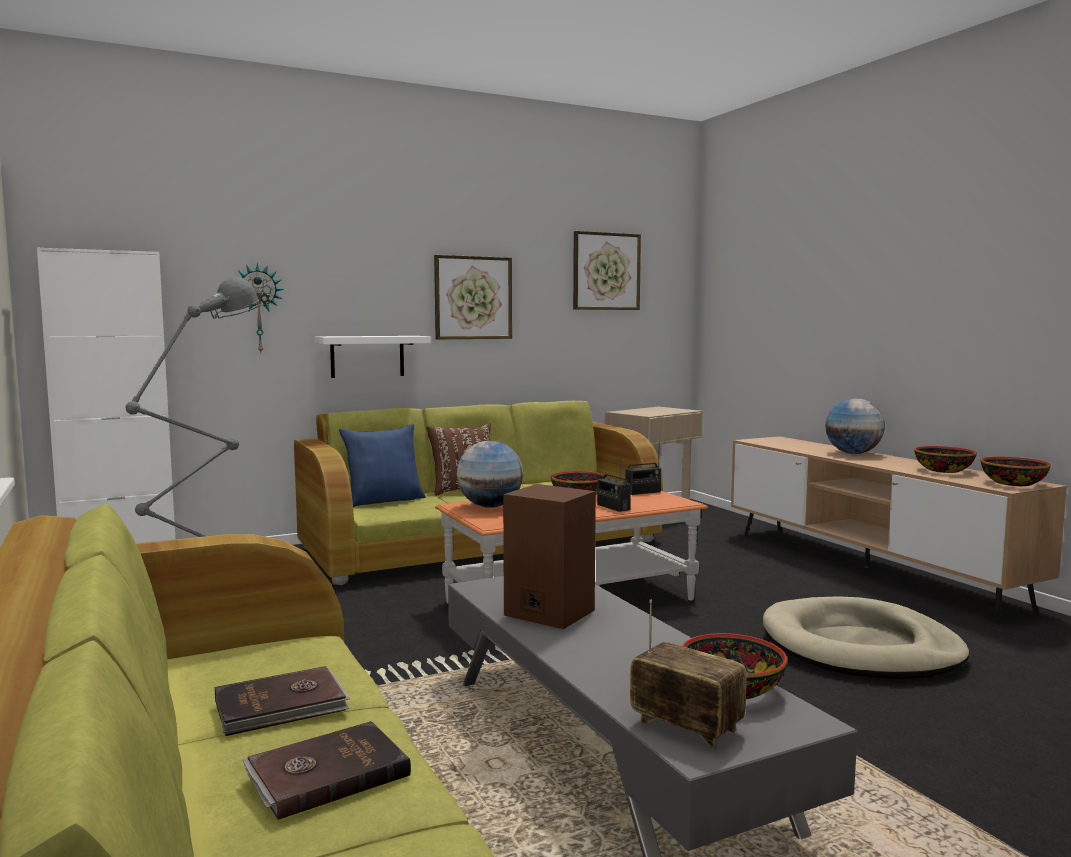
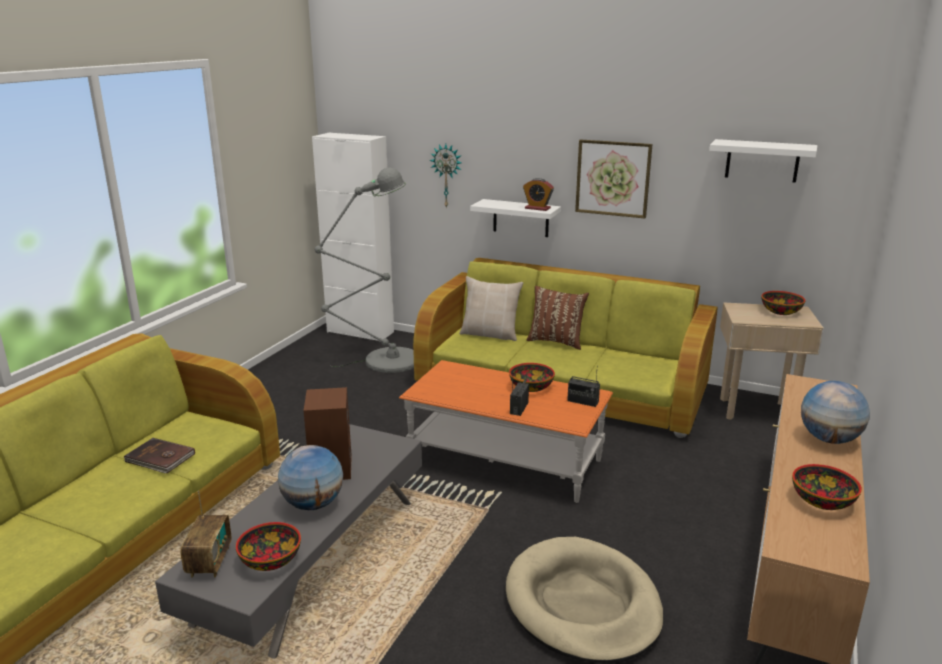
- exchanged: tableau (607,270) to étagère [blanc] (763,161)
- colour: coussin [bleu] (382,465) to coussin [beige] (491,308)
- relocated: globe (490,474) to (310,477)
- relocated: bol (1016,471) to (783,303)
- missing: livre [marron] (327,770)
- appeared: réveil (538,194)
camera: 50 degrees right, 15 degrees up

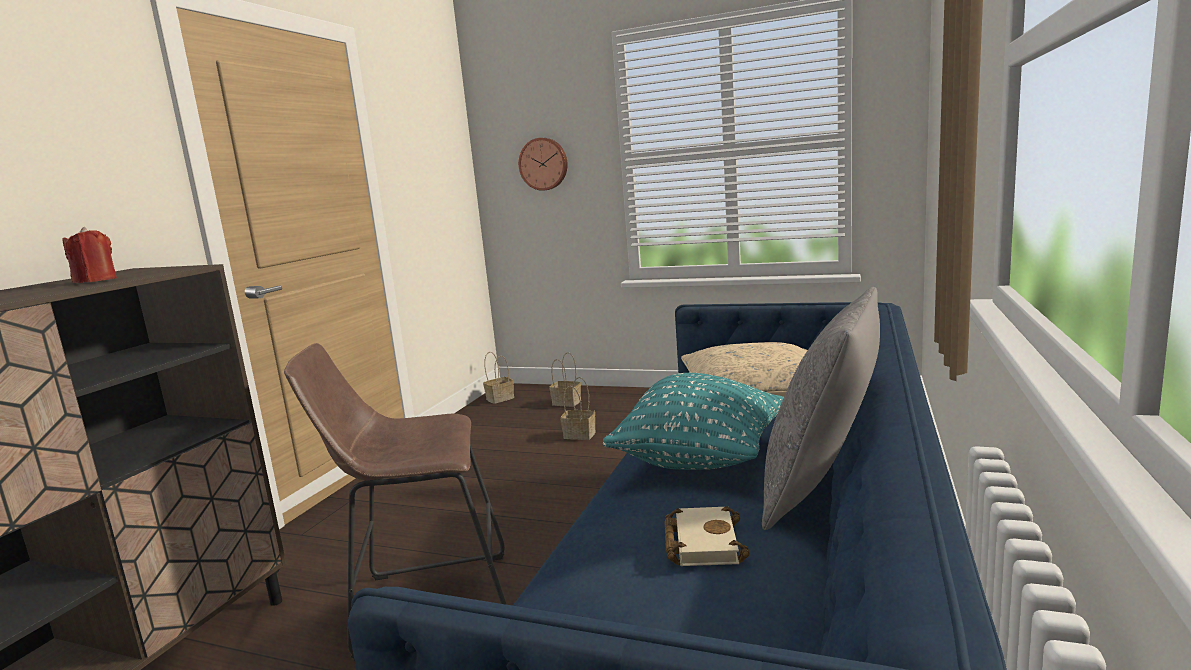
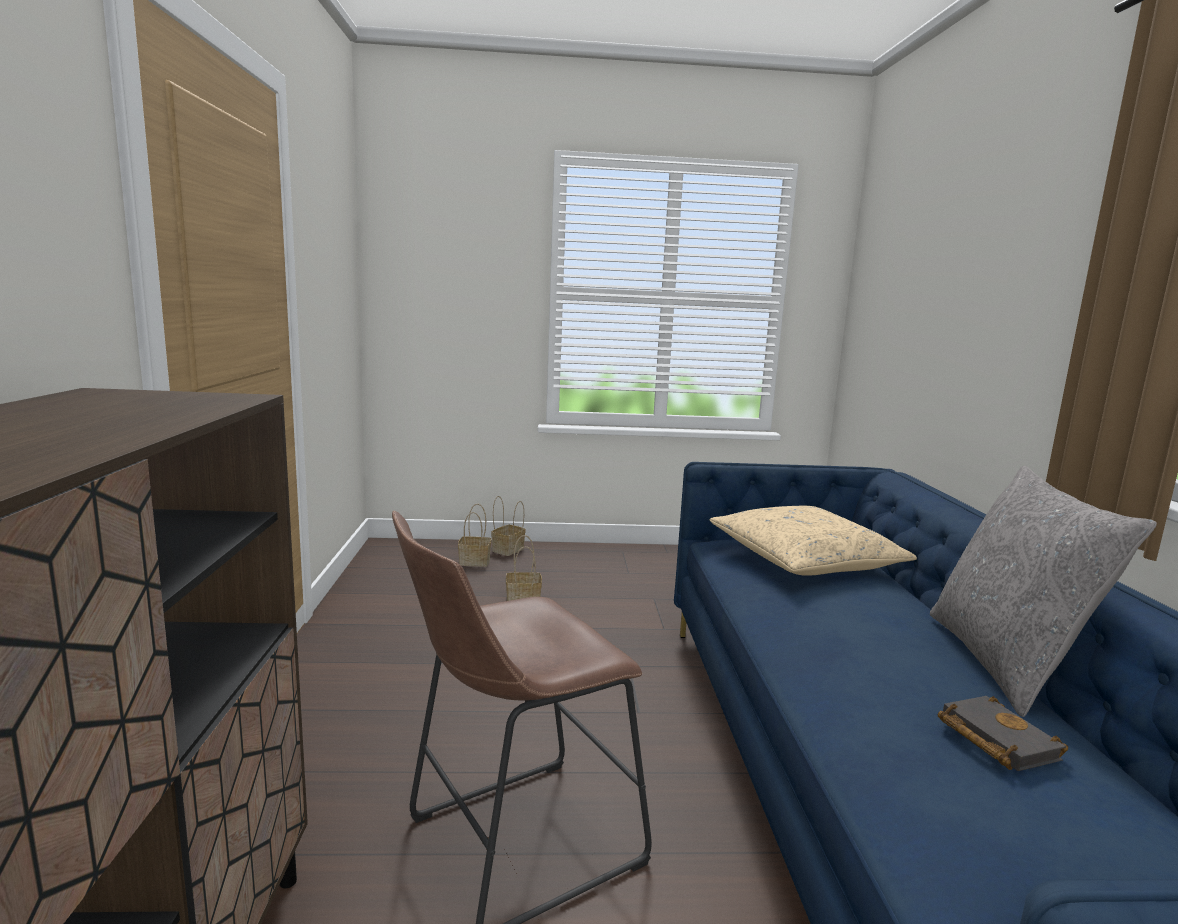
- missing: horloge murale (543,164)
- missing: bougie [rouge] (89,255)
- relocated: panier (498,378) to (508,526)
- missing: coussin [turquoise] (693,421)
- colour: livre [beige] (707,536) to livre [noir] (1003,733)
camera: 25 degrees left, 0 degrees up

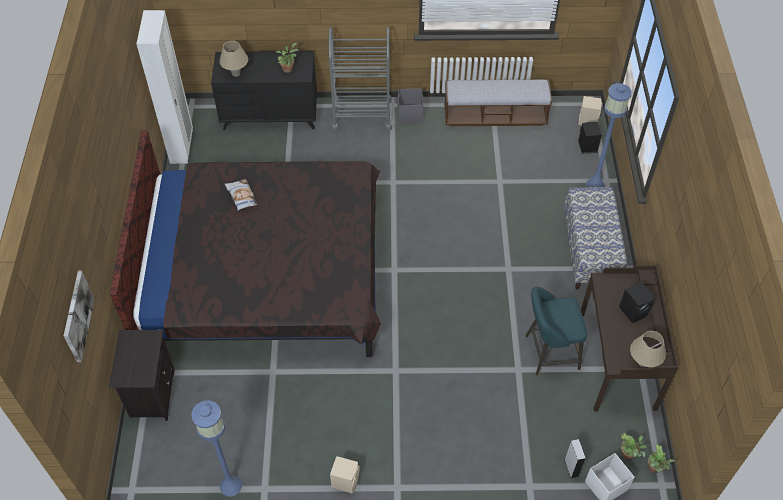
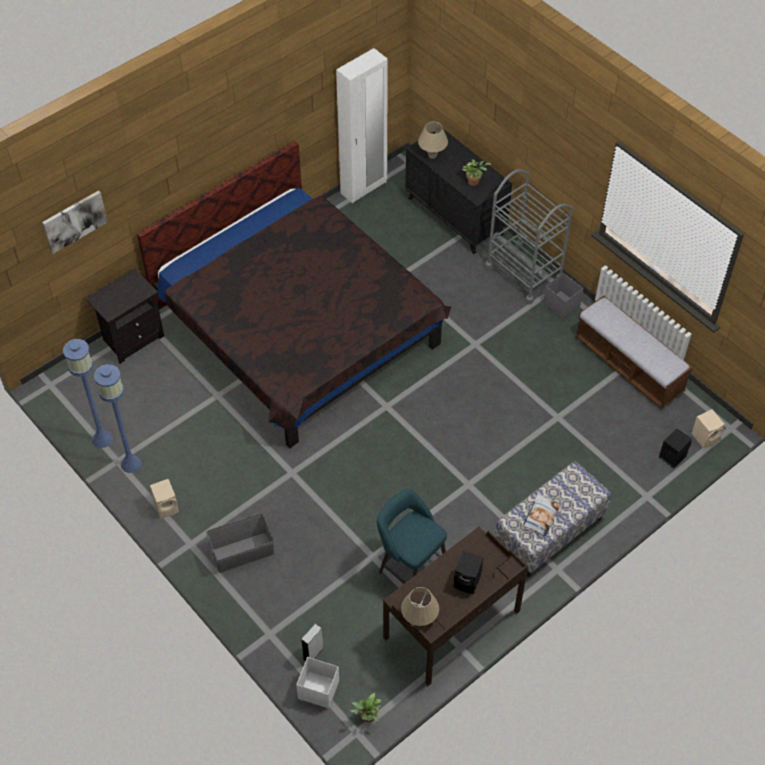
- relocated: lampadaire [bleu] (609,135) to (118,418)
- relocated: coussin (241,195) to (541,514)
- missing: plante en pot (633,446)
- appeared: boîte de rangement [gris] (240,543)
camera: 50 degrees right, 0 degrees up

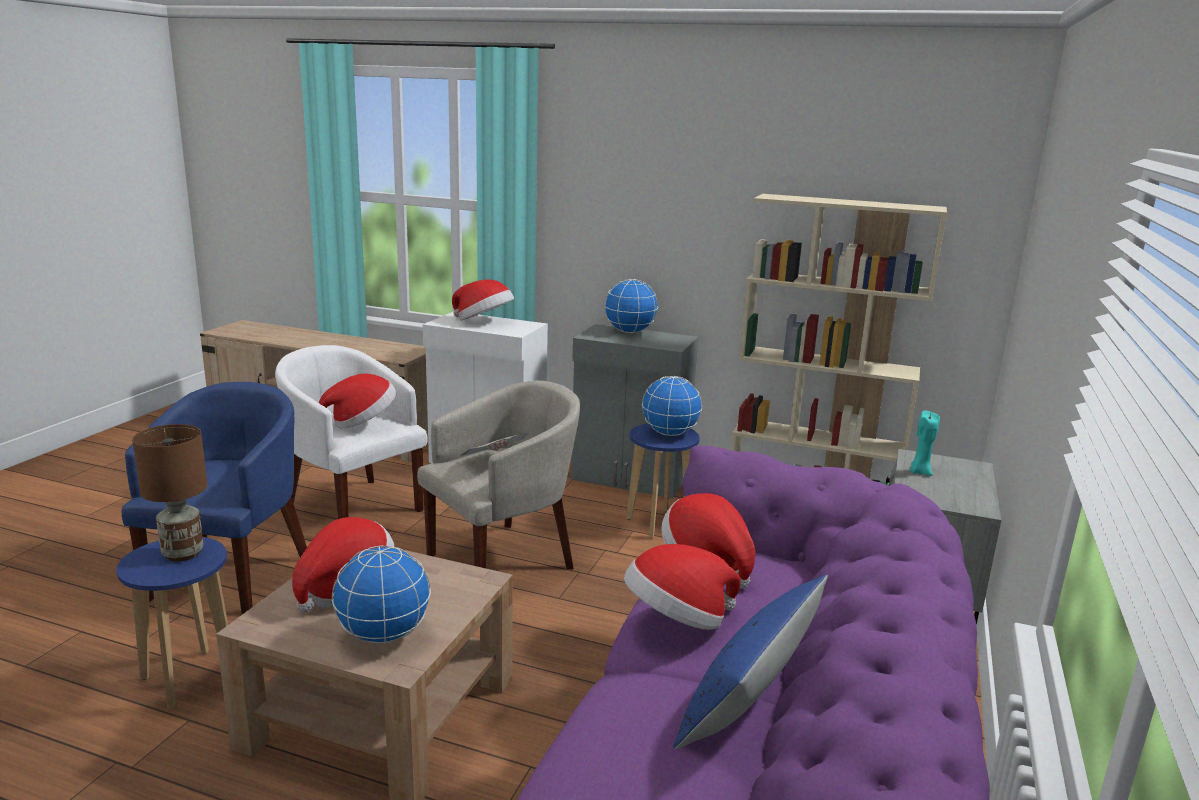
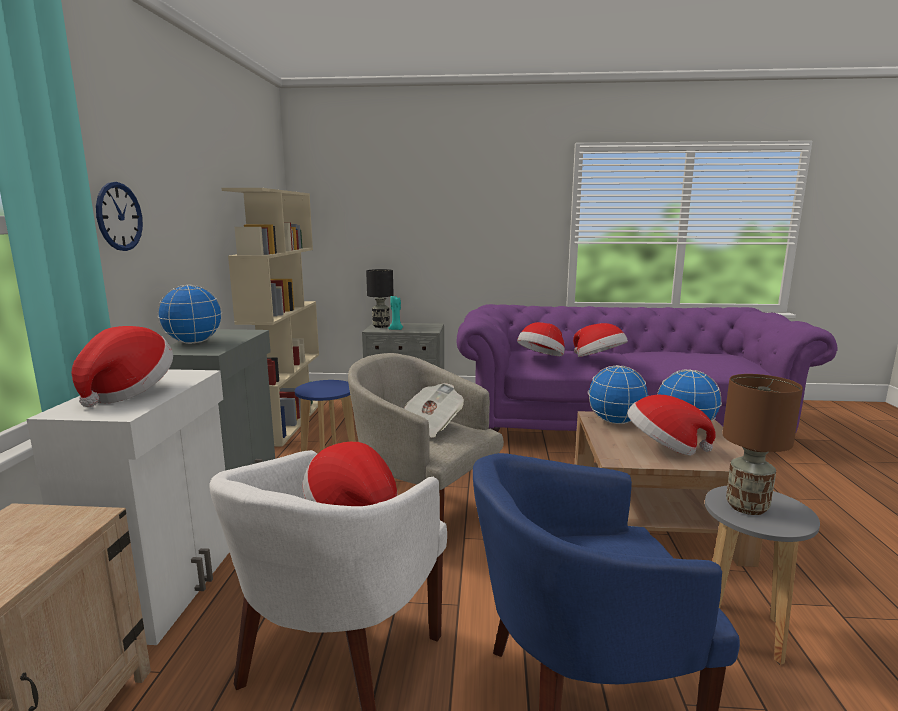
- relocated: globe (672,406) to (618,394)
- colour: tabouret [bleu] (172,623) to tabouret [gris] (762,575)
- missing: coussin [bleu] (750,662)
- appeared: horloge murale (119,216)
- appeared: lampe de table [noir] (380,298)
camera: 105 degrees left, 5 degrees down

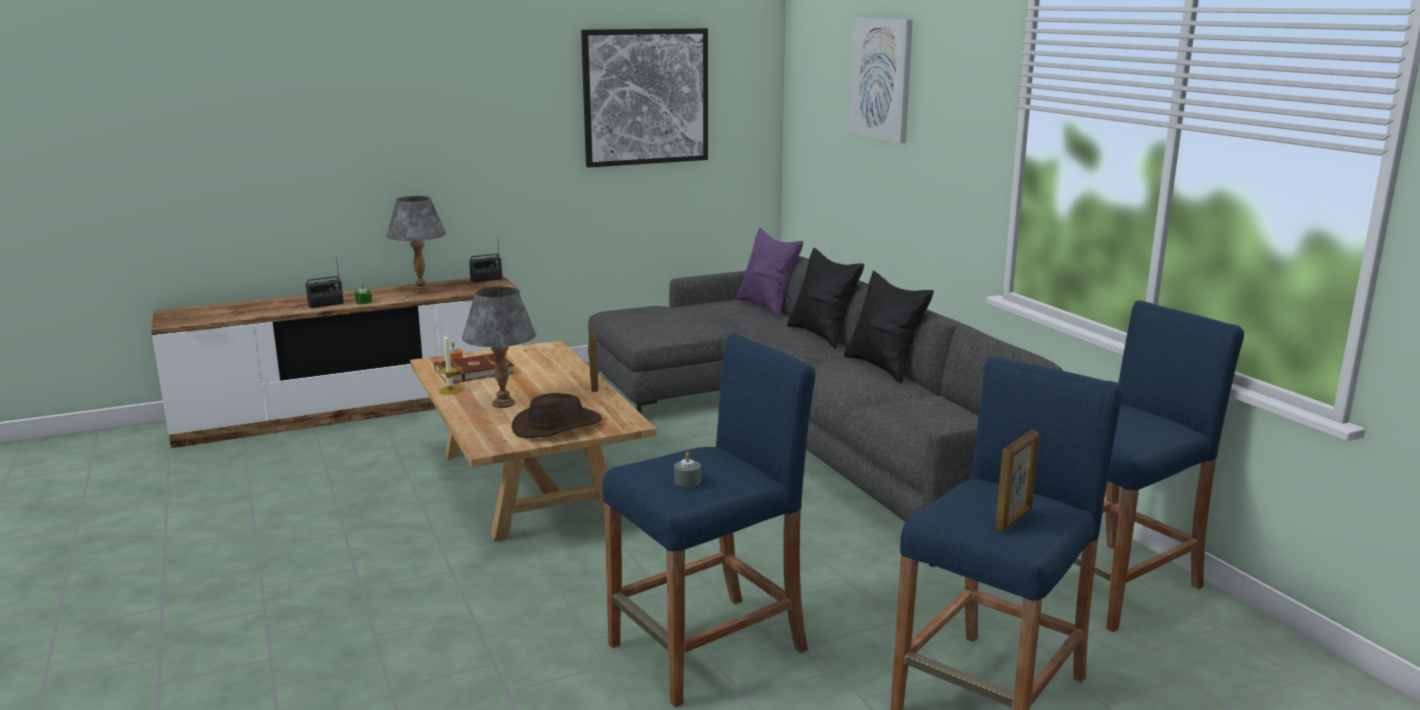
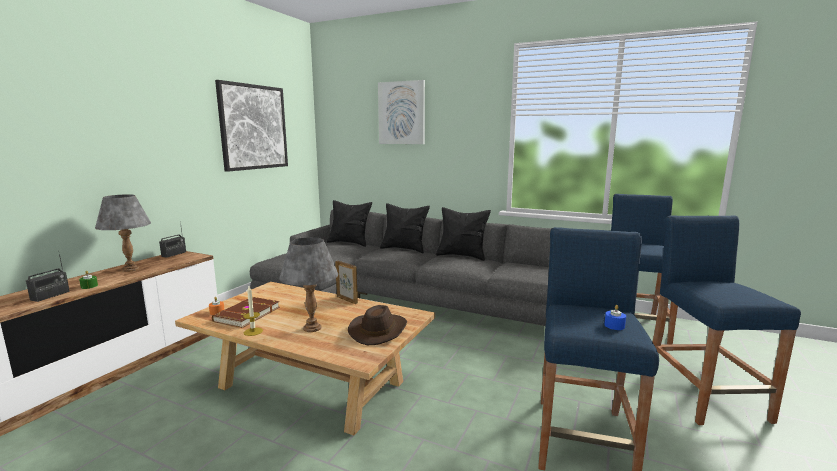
- colour: coussin [violet] (769,273) to coussin [noir] (349,223)
- missing: cadre photo (1017,481)
- colour: bougie [gris] (687,469) to bougie [bleu] (615,317)
camera: 40 degrees left, 5 degrees down

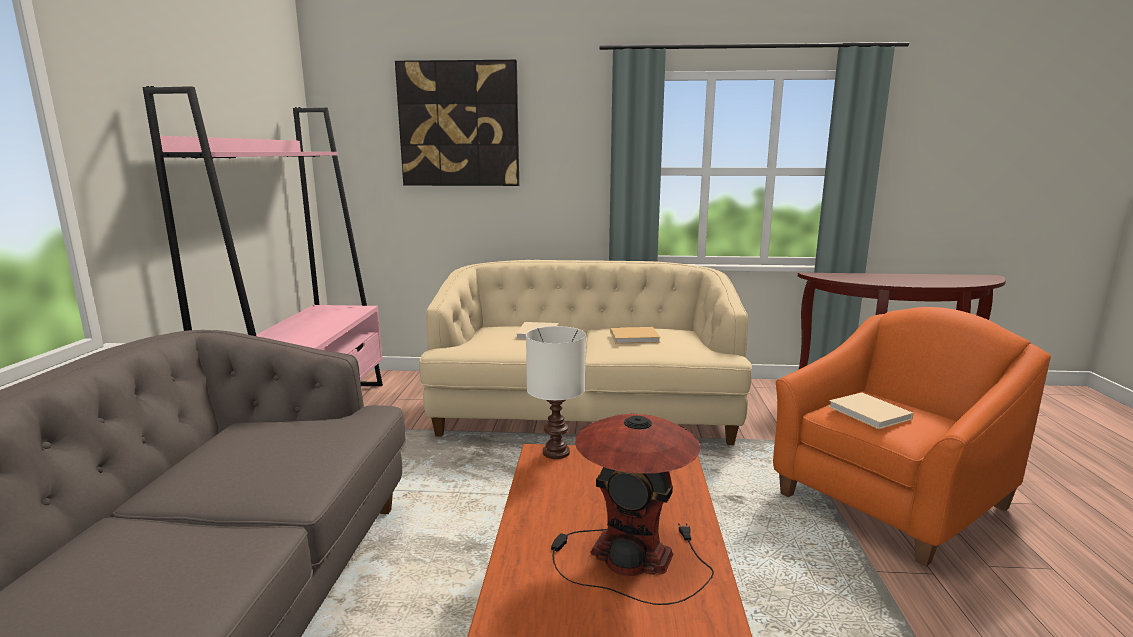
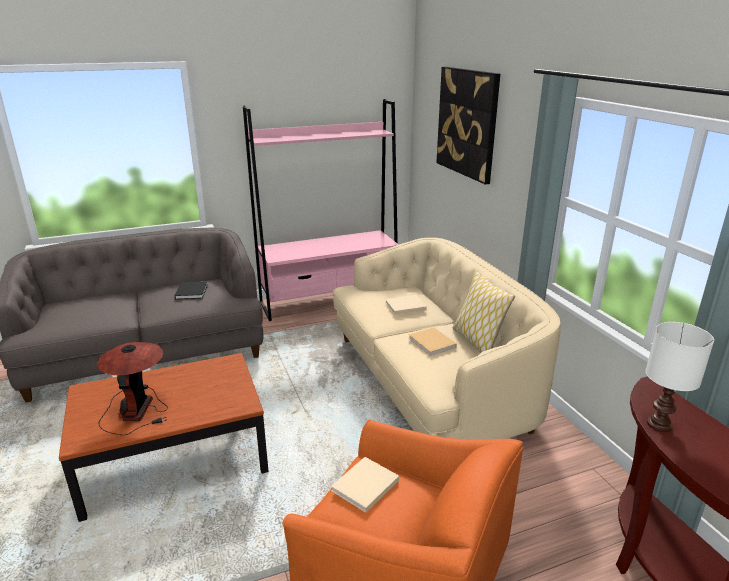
- relocated: lampe de table [blanc] (556,392) to (680,377)
- appeared: coussin (484,311)
- appeared: livre [noir] (191,290)
camera: 65 degrees right, 10 degrees up

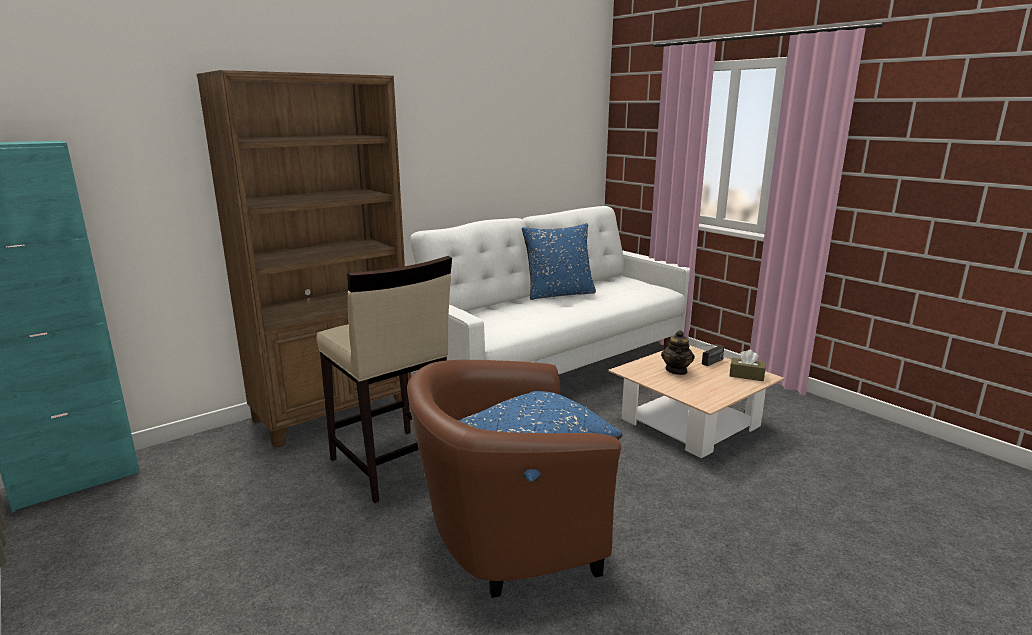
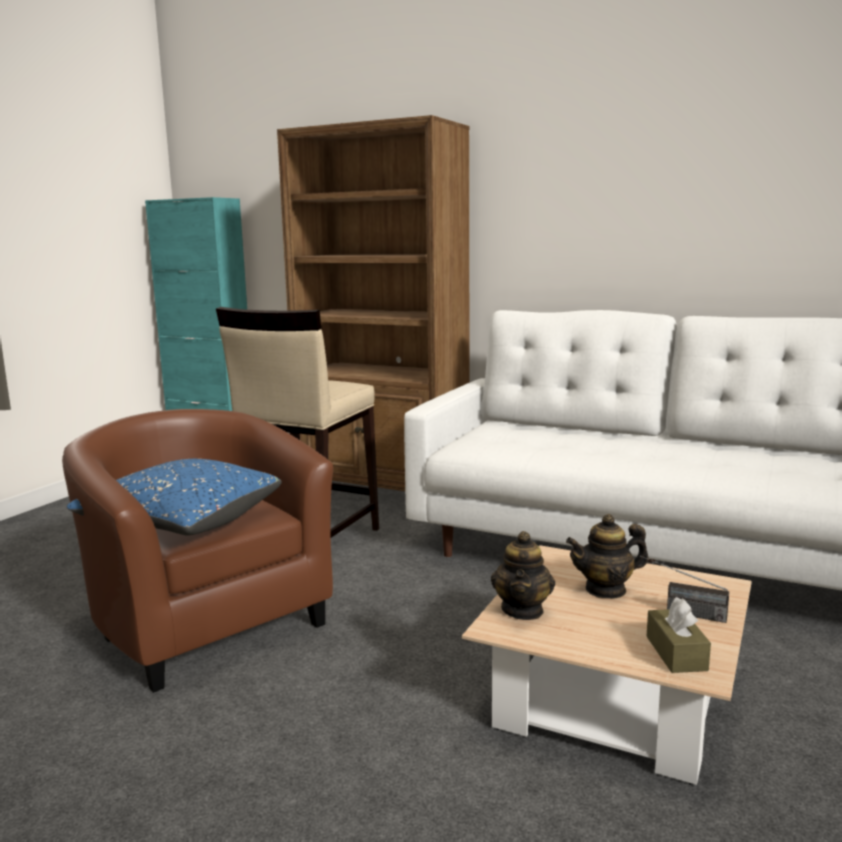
- missing: coussin [bleu] (559,261)
- appeared: théière (523,575)
camera: 65 degrees right, 5 degrees down

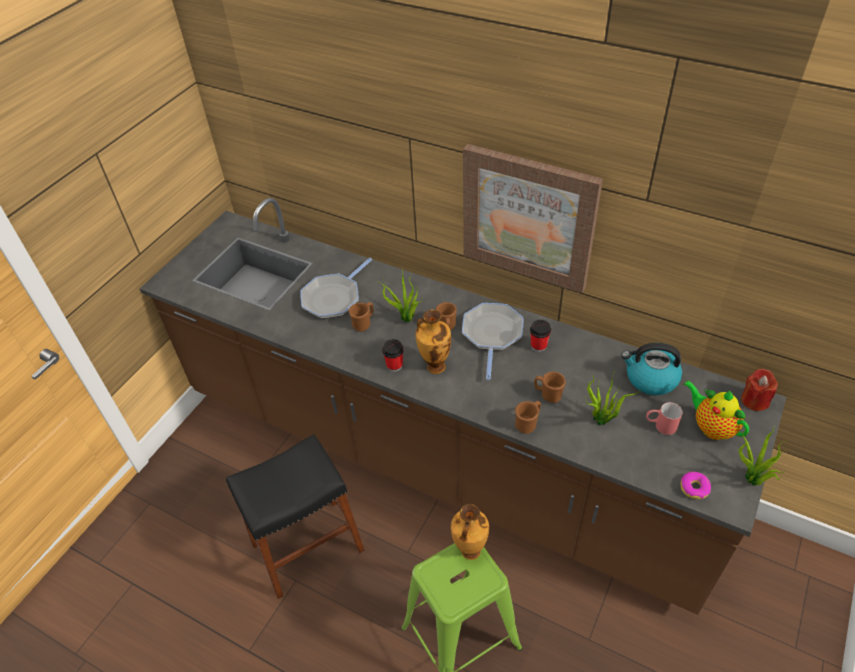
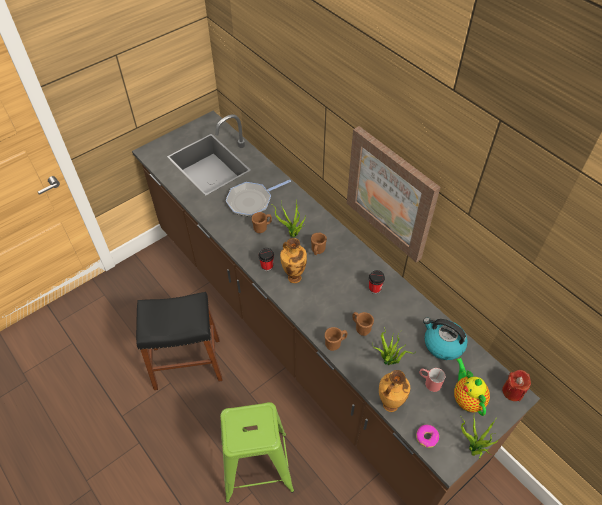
- missing: poêle (492,341)
- relocated: vase (470,532) to (394,391)
camera: 20 degrees right, 5 degrees up

